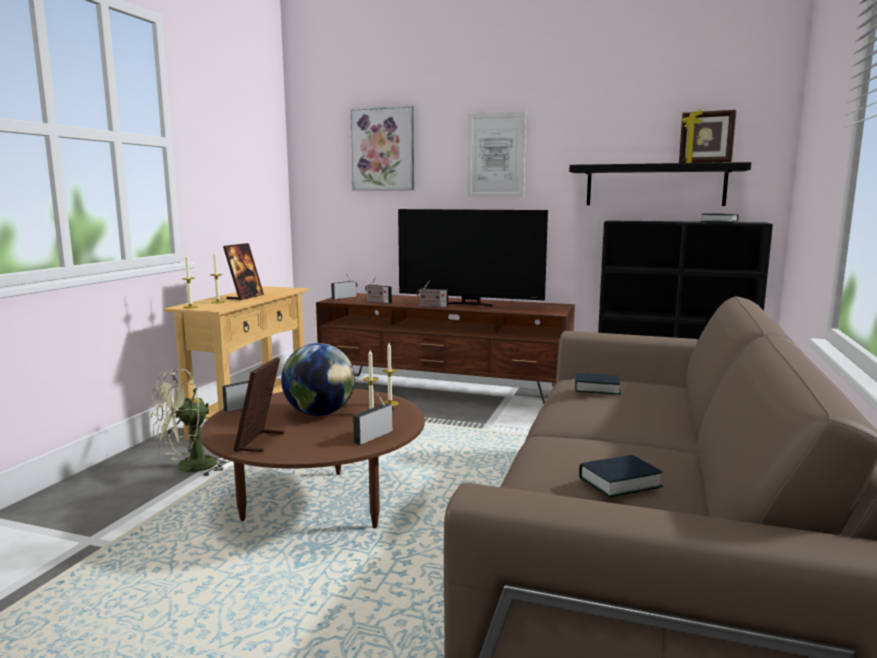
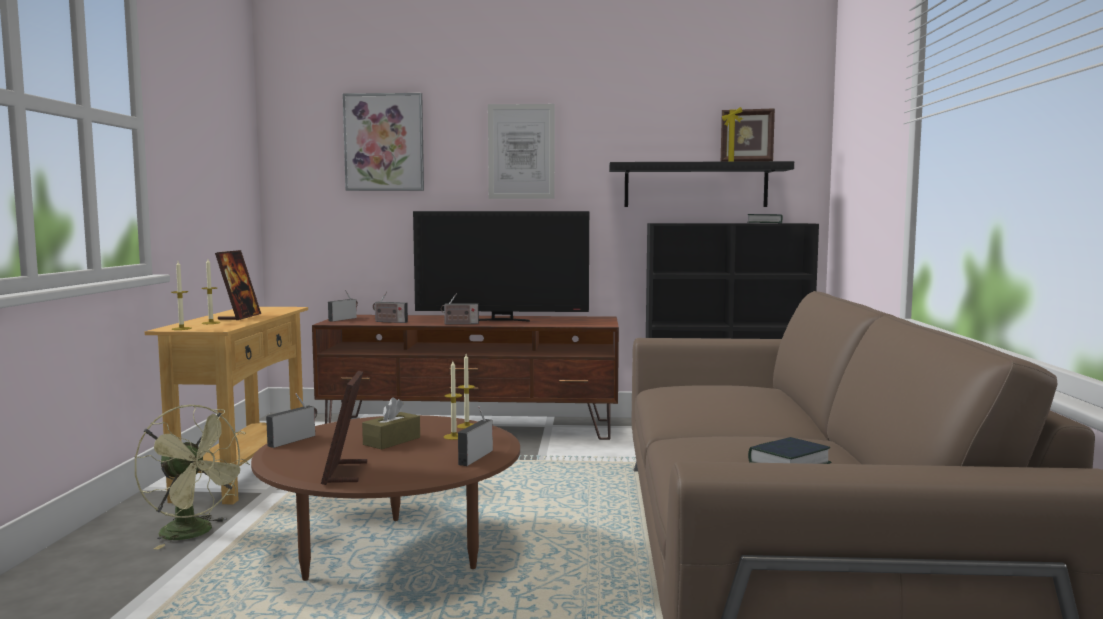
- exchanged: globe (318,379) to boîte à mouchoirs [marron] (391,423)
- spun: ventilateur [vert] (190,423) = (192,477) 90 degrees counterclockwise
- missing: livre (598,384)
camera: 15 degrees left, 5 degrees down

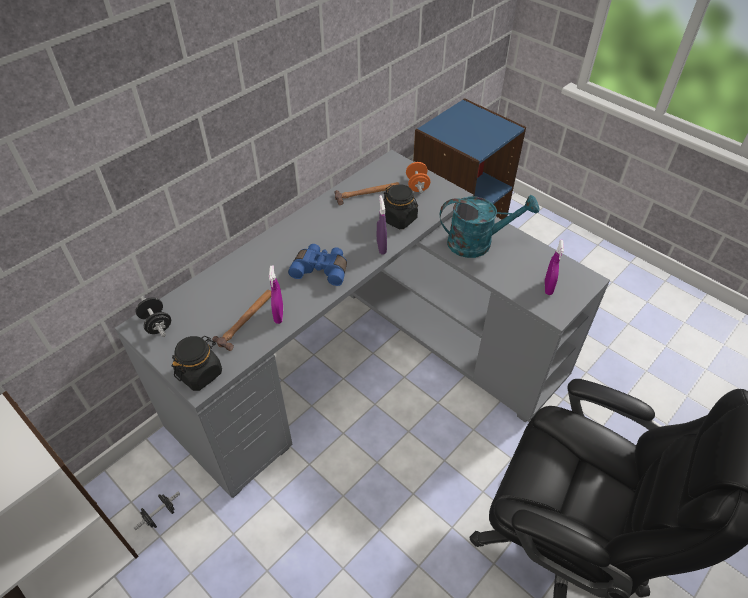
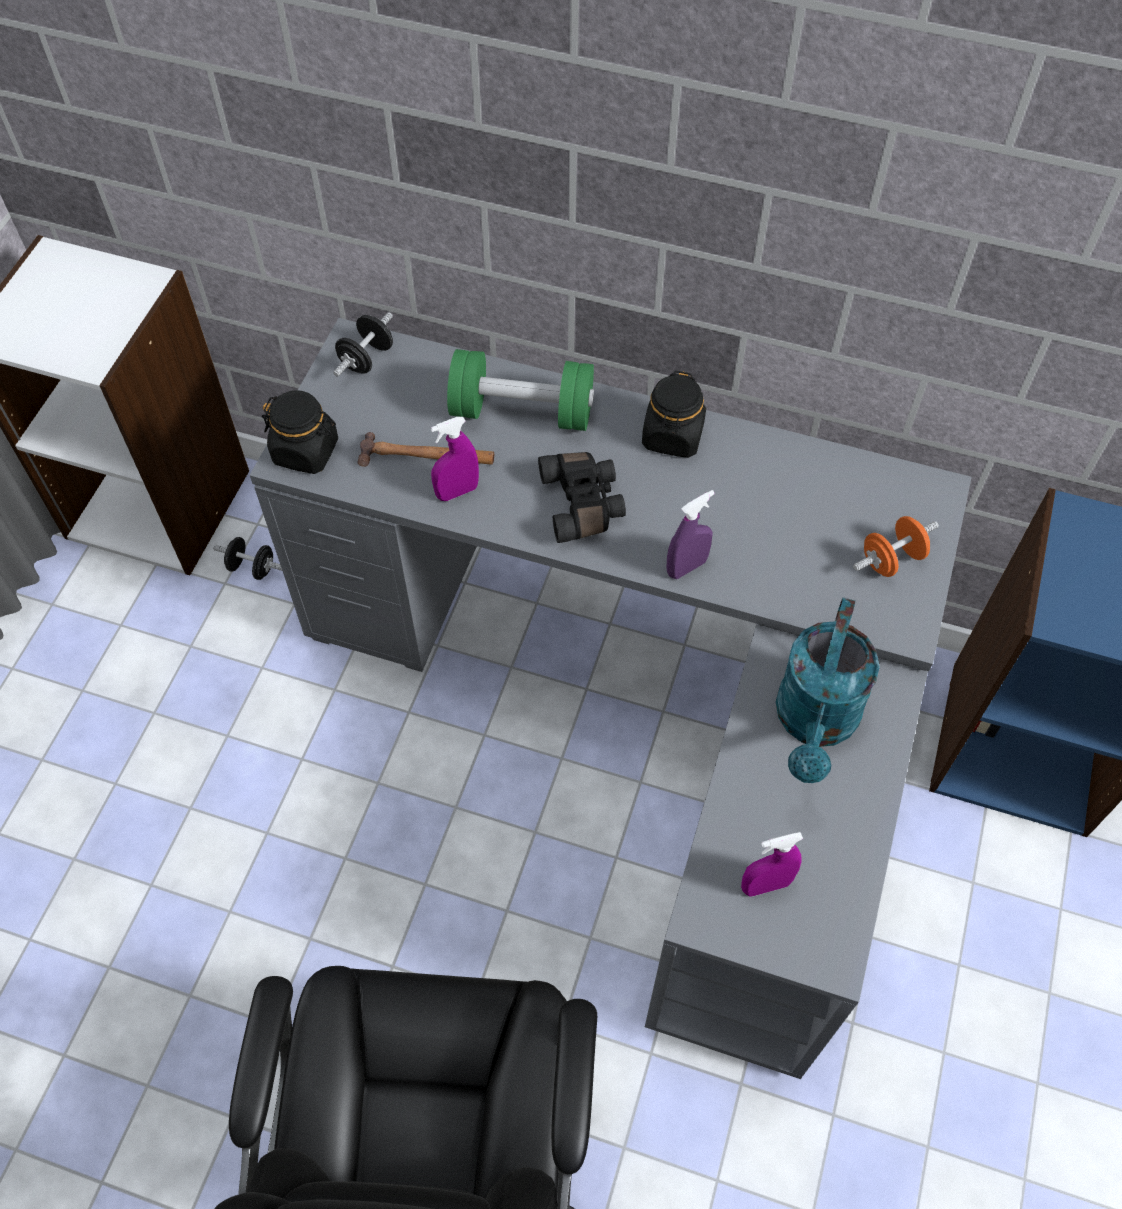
- missing: marteau (367,193)
- relocated: bocal [noir] (400,206) to (674,414)
- spun: arrosoir [turquoise] (489,226) = (828,690) 45 degrees clockwise
- colour: jumelles [bleu] (317,265) to jumelles [noir] (582,497)
- appeared: haltère [vert] (520,390)
camera: 65 degrees right, 10 degrees up

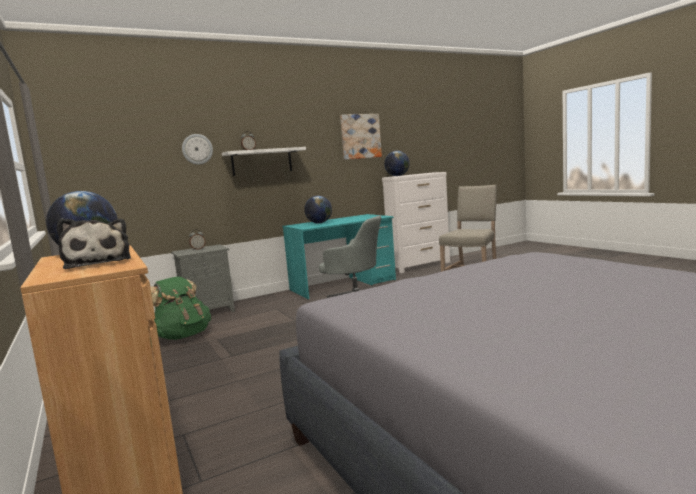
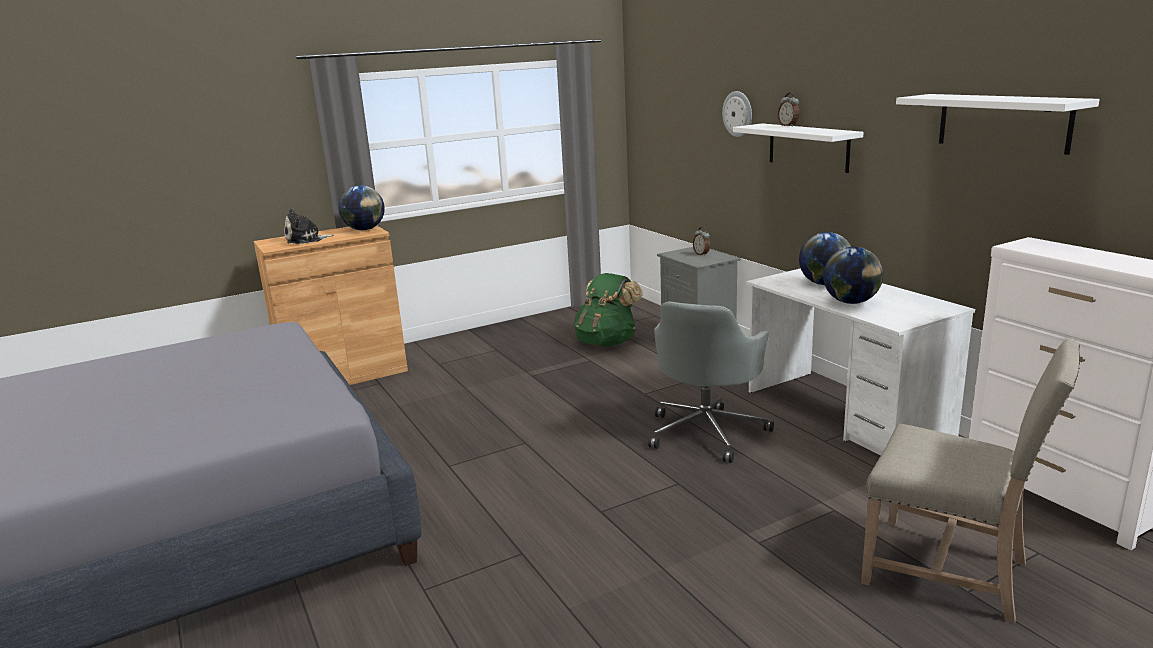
- exchanged: tableau (361,137) to étagère [blanc] (998,124)
- relocated: globe (397,163) to (853,275)
- colour: bureau [turquoise] (339,257) to bureau [blanc] (860,362)
camera: 90 degrees right, 10 degrees up

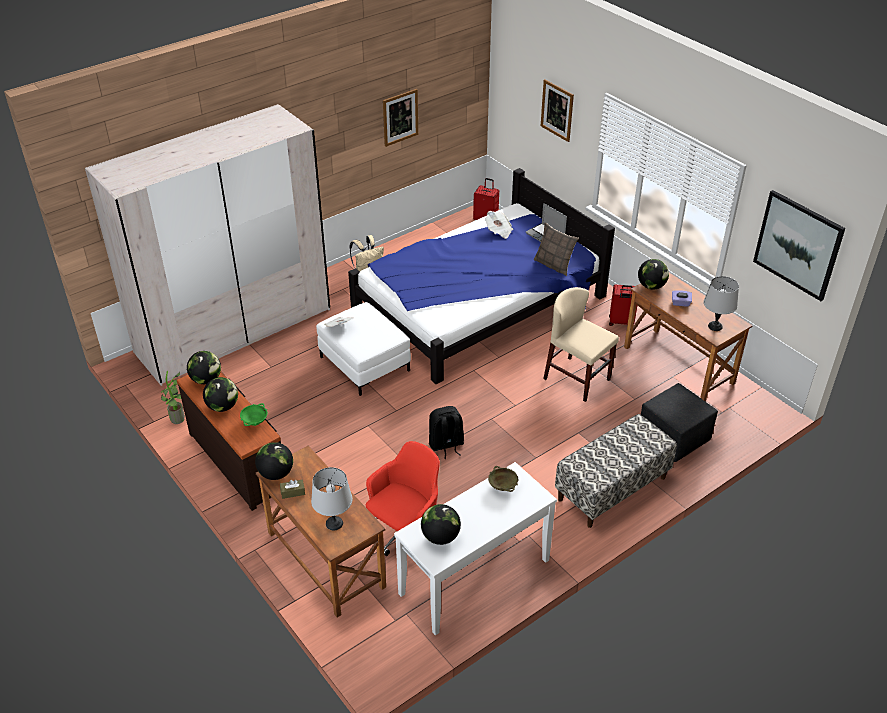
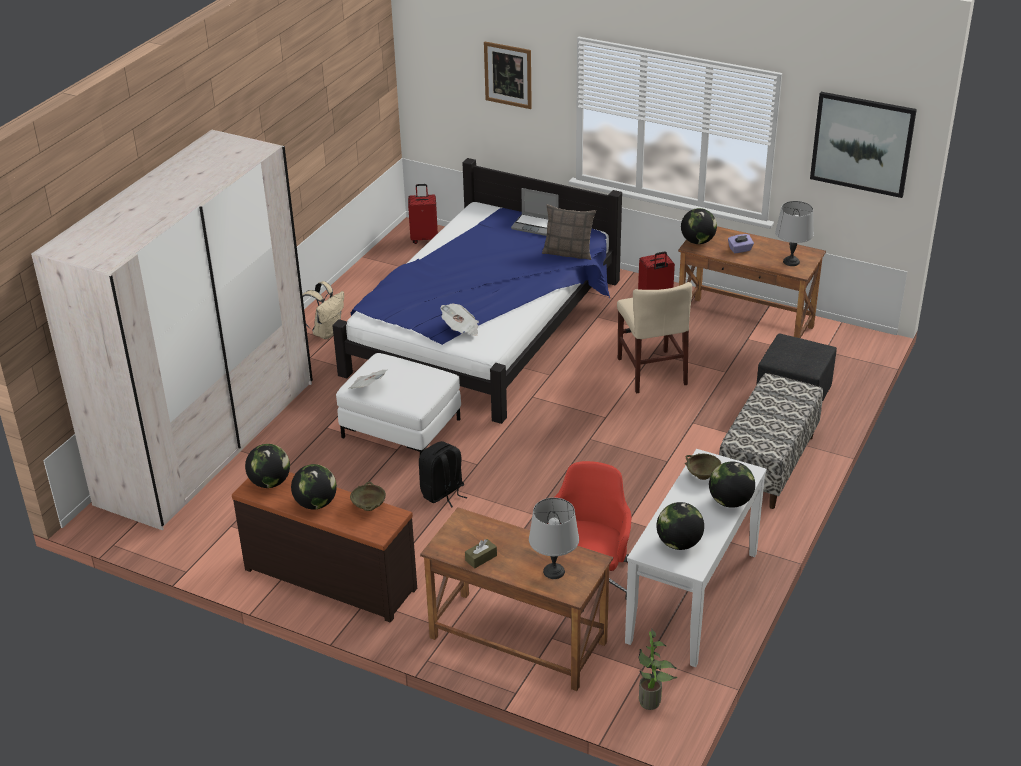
- missing: tableau (400,118)
- relocated: journal (499,225) to (459,320)
- spun: chaise [beige] (581,344) = (654,338) 120 degrees counterclockwise
- relocated: plante en pot (173,397) to (657,669)
- colour: bol [vert] (254,414) to bol [beige] (368,496)
- relocated: sac à dos [noir] (446,432) to (443,474)
- relocated: globe (274,461) to (732,485)
camera: 25 degrees left, 5 degrees down

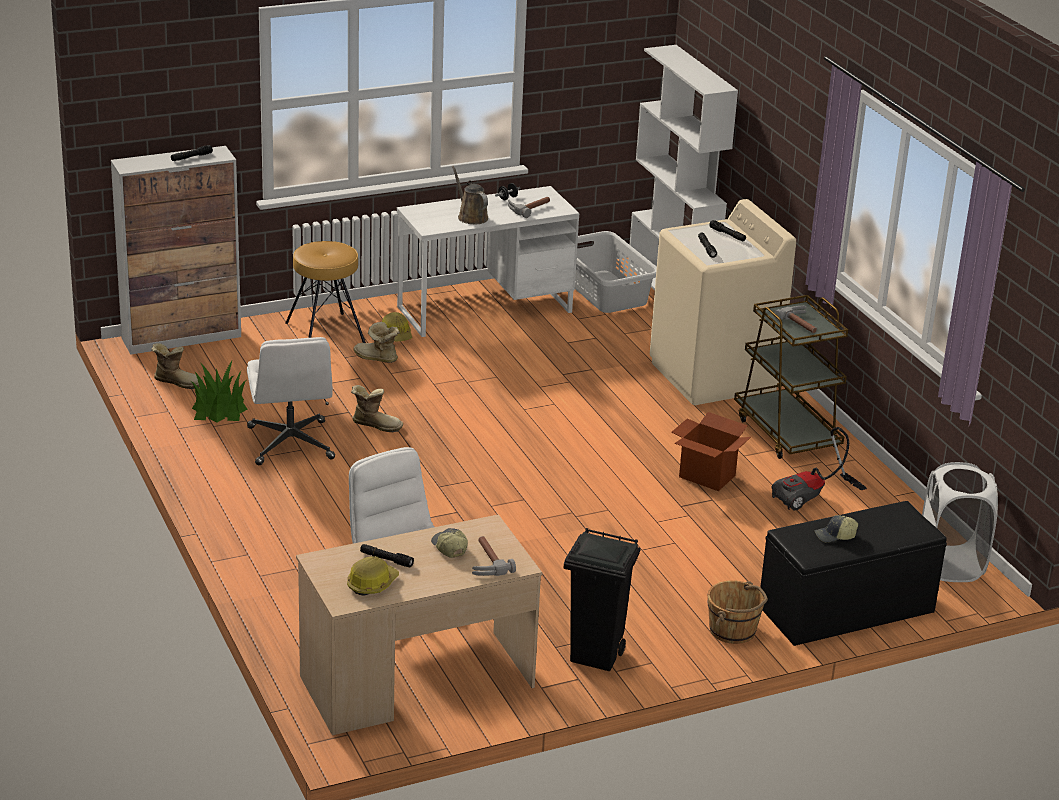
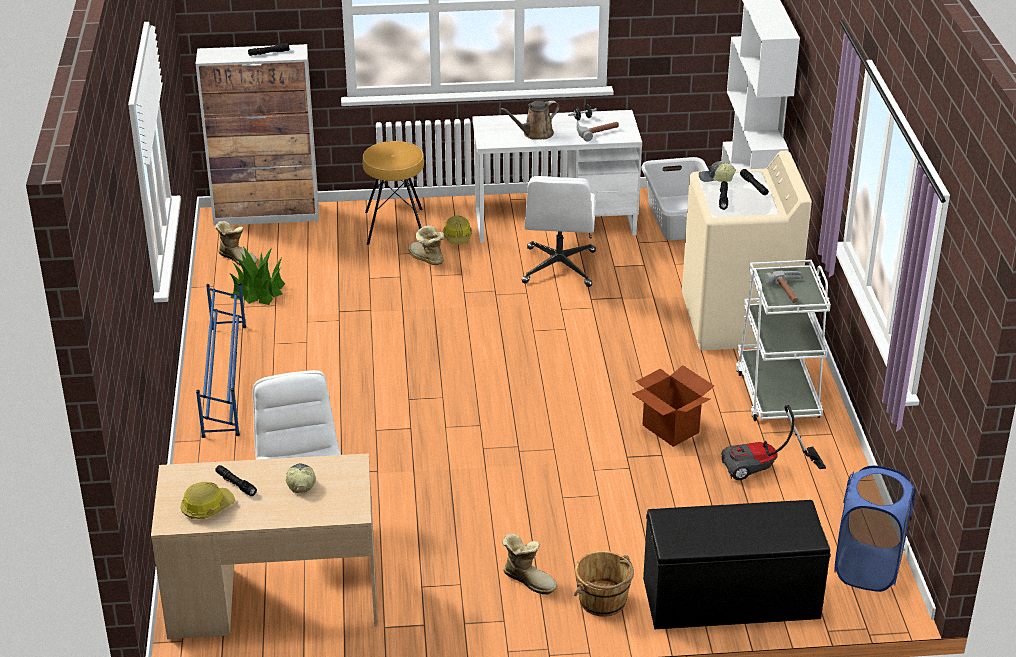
- spun: arrosoir [marron] (470,195) = (530,120) 105 degrees counterclockwise
- colour: chariot [marron] (791,377) to chariot [blanc] (783,340)
- relocated: chaise de bureau [blanc] (291,401) to (559,231)
- relocated: botte (377,408) to (529,564)
- colour: panier à linge [blanc] (960,522) to panier à linge [bleu] (874,529)
- relocated: casquette (836,528) to (717,171)
- missing: poubelle [noir] (602,599)
- missing: marteau (494,556)
- appeared: étagère à chaussures [bleu] (221,360)
camera: 20 degrees right, 5 degrees up

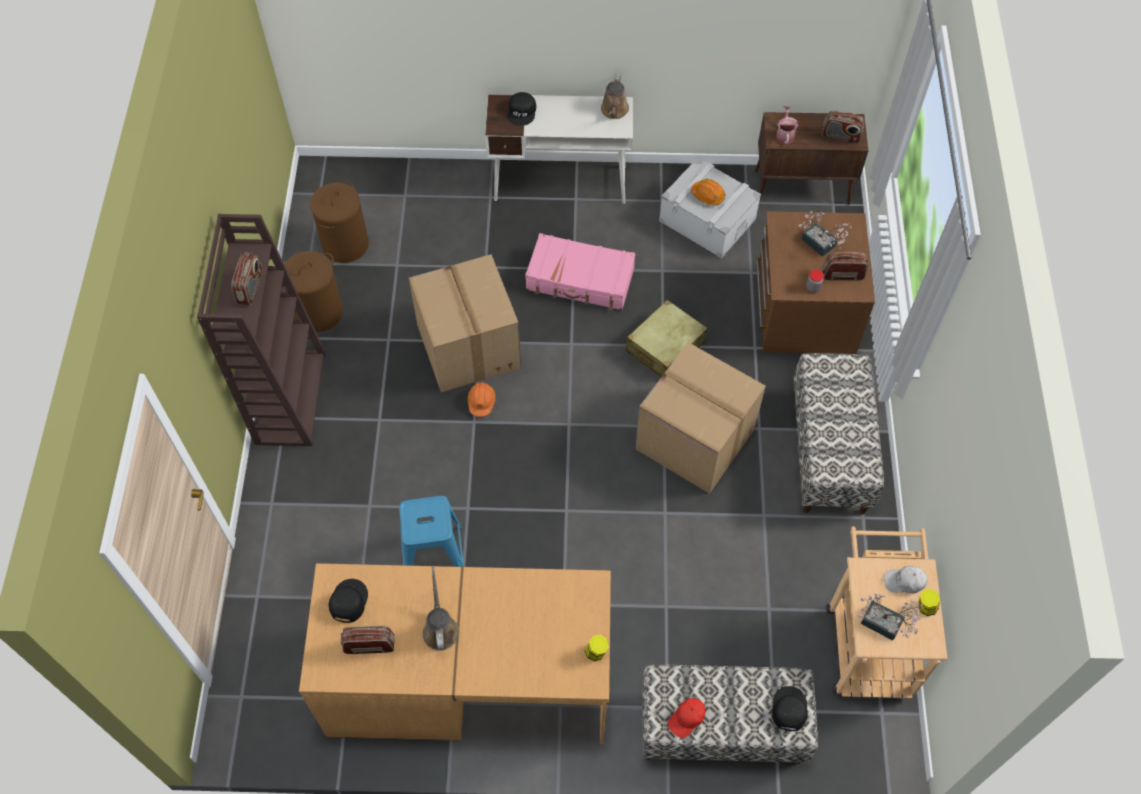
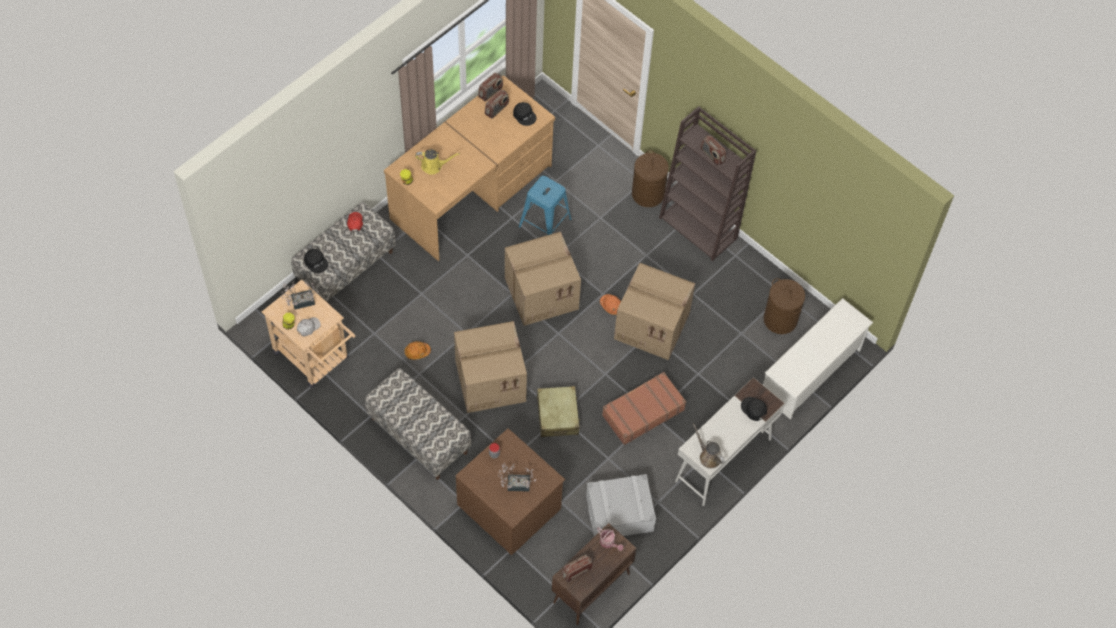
- relocated: casque de chantier [orange] (708,192) to (418,350)
- colour: valise [rose] (580,271) to valise [marron] (644,408)
- relocated: panier à linge [marron] (312,291) to (650,178)
- relocated: radio (845,266) to (490,87)
- missing: arrosoir [marron] (441,609)
- appeared: arrosoir [jaune] (437,162)
- appeared: carton (543,279)
- appeared: étagère à chaussures [blanc] (818,359)
camera: 130 degrees right, 0 degrees up

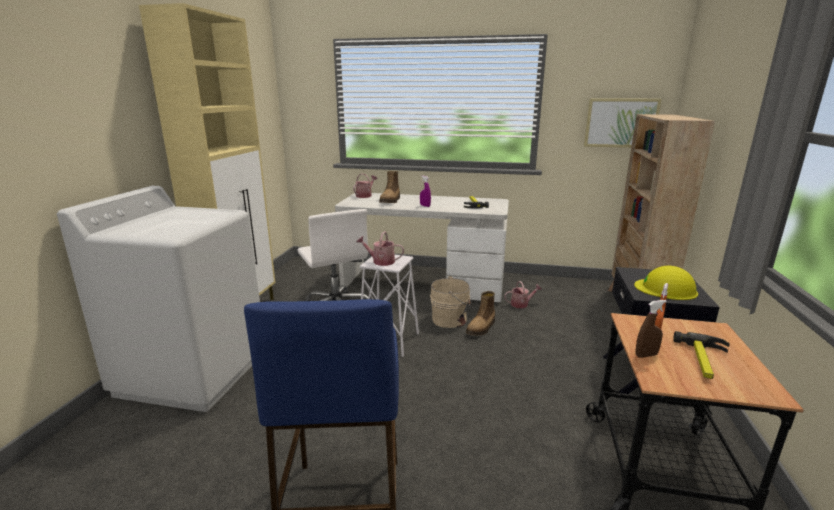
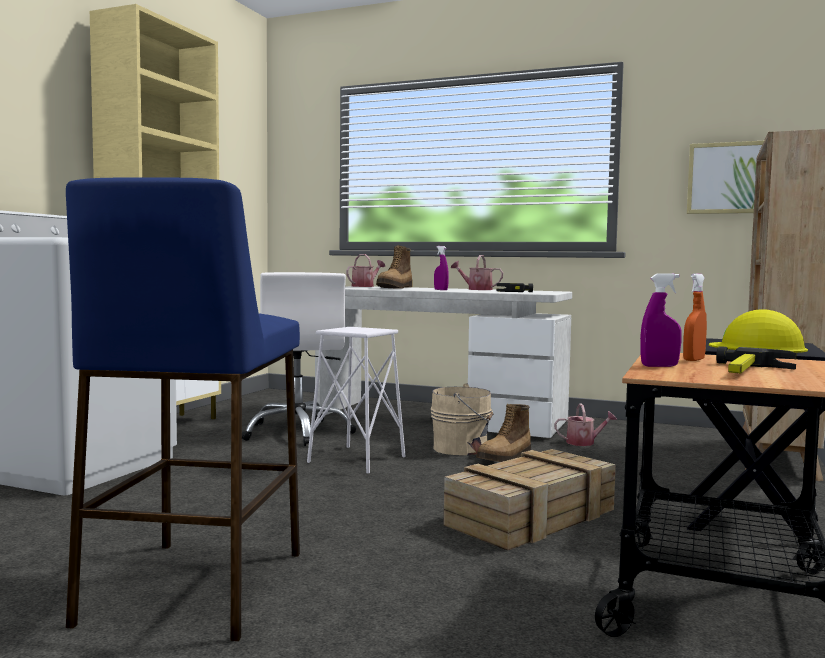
- relocated: arrosoir (380,248) to (477,272)
- colour: vaporisateur [marron] (651,329) to vaporisateur [violet] (661,320)
- appeared: caisse (530,500)
camera: 10 degrees right, 15 degrees down

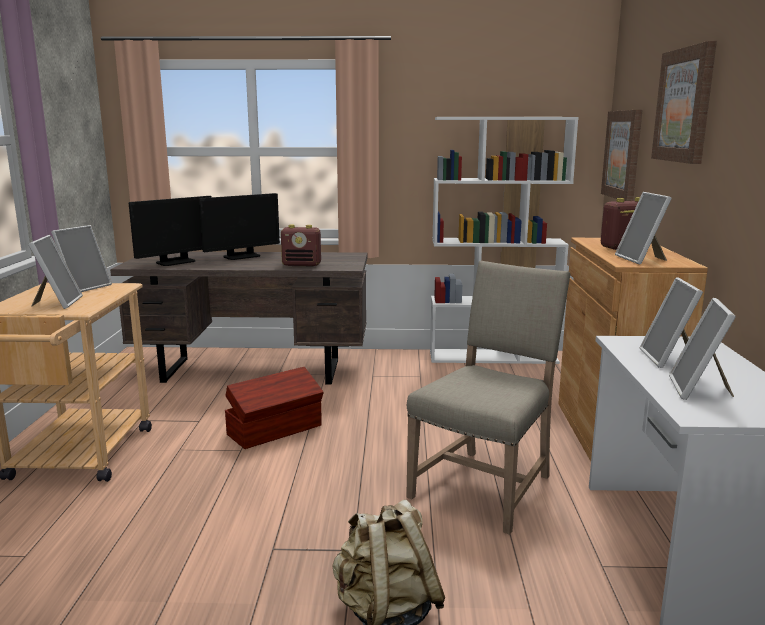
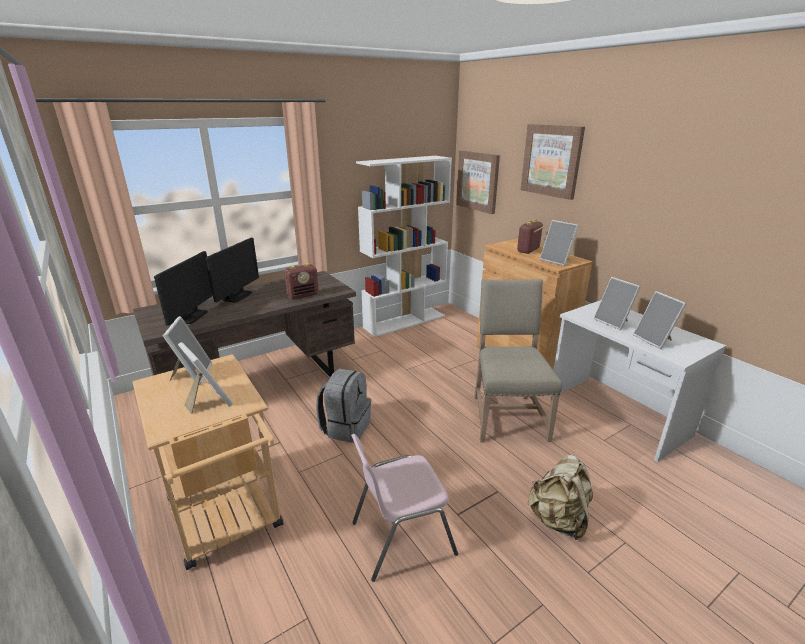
- exchanged: boîte de rangement [marron] (274,408) to sac à dos [gris] (343,406)
- appeared: chaise [rose] (404,508)
camera: 35 degrees left, 10 degrees up

